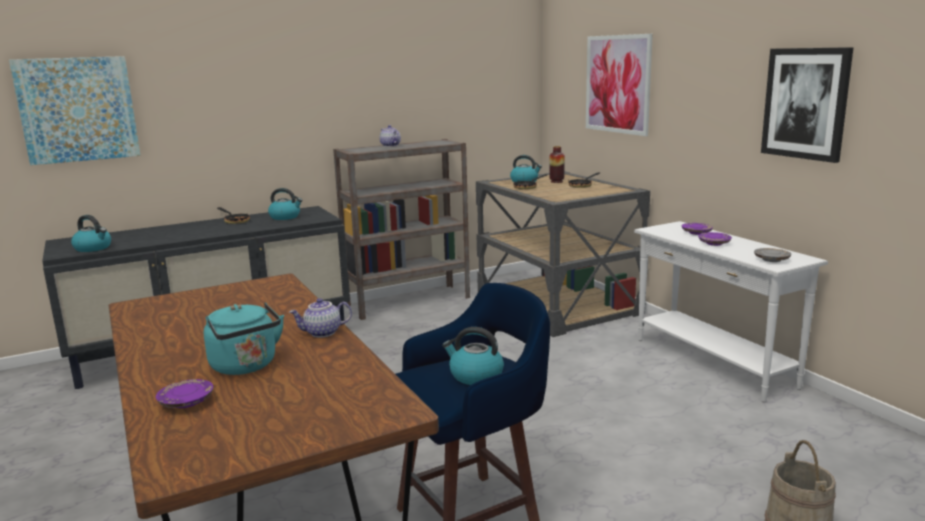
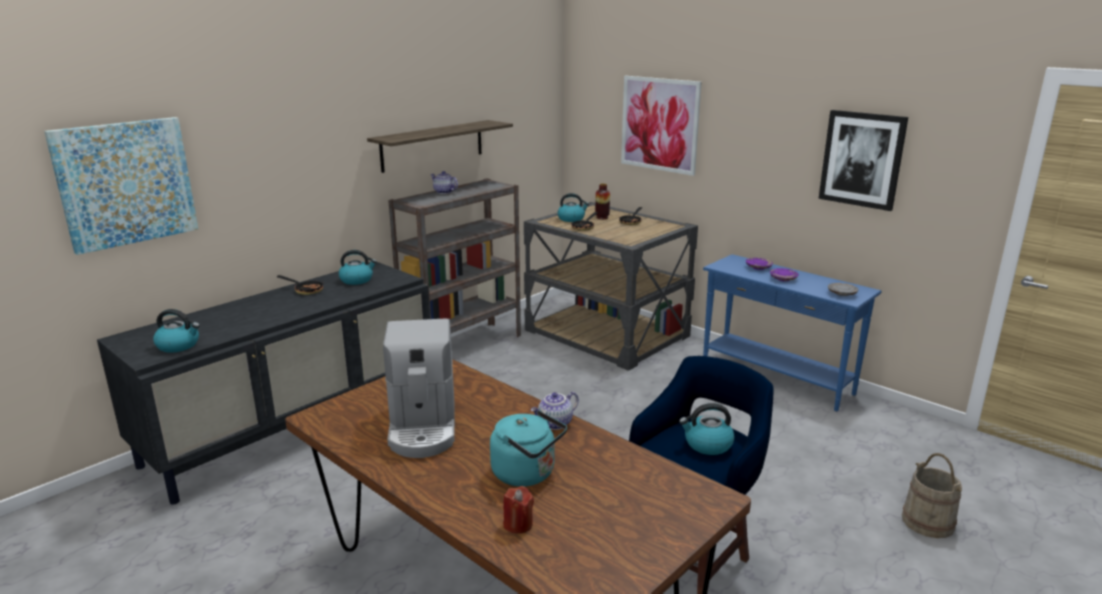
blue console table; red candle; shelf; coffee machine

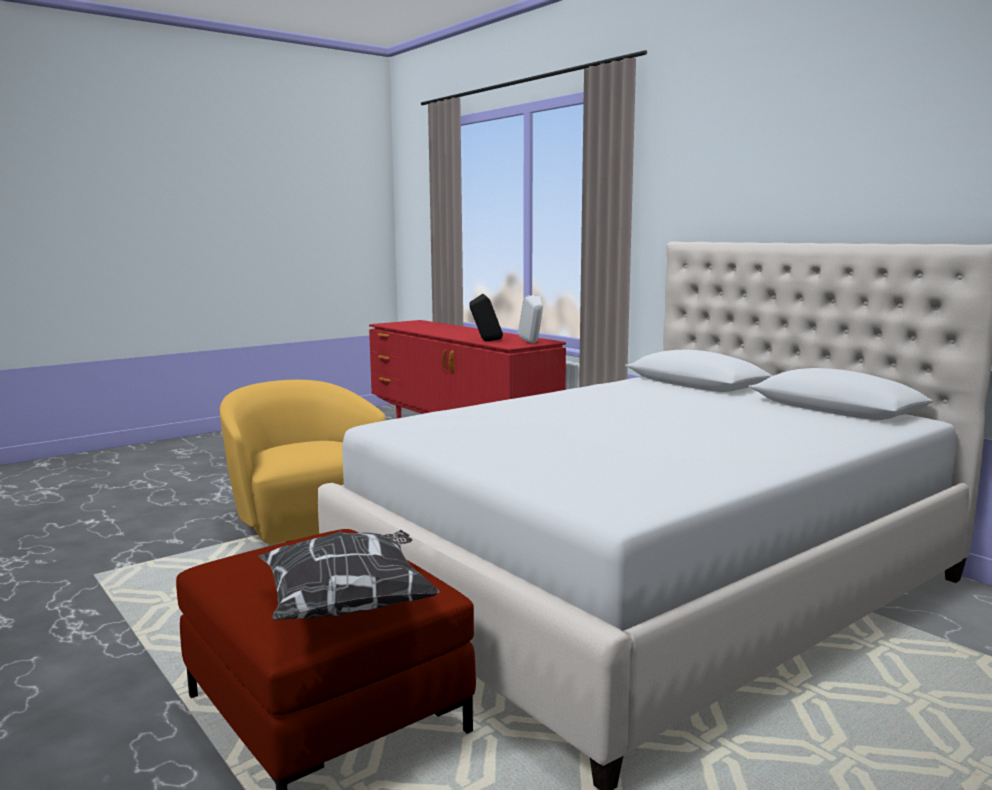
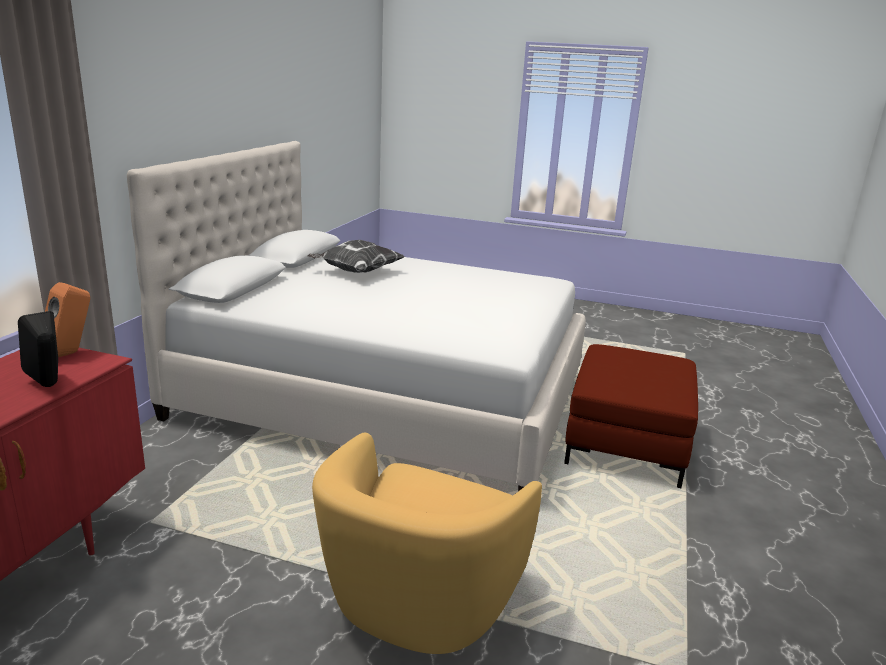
orange speaker; pillow

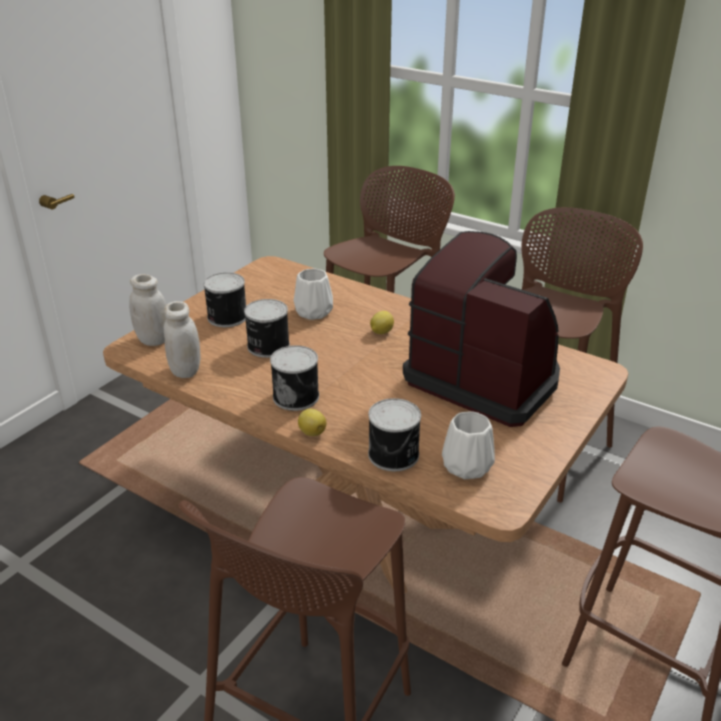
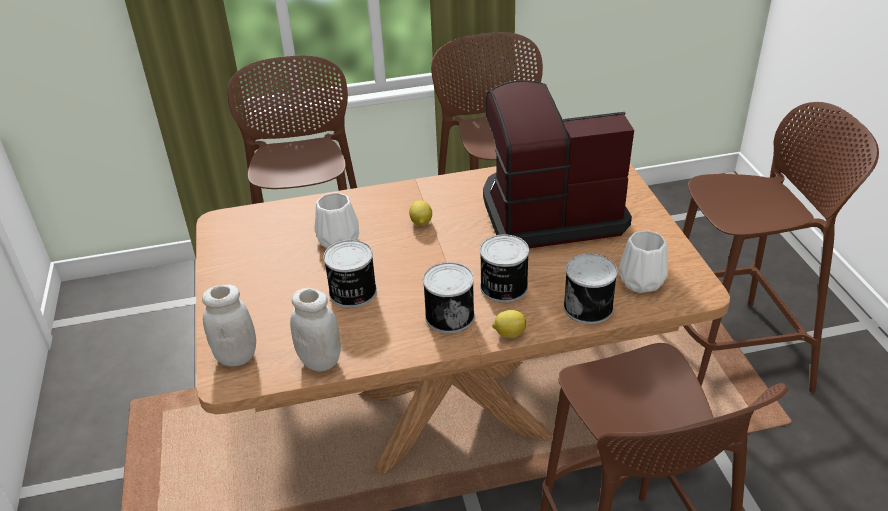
can (no. 3 from left)

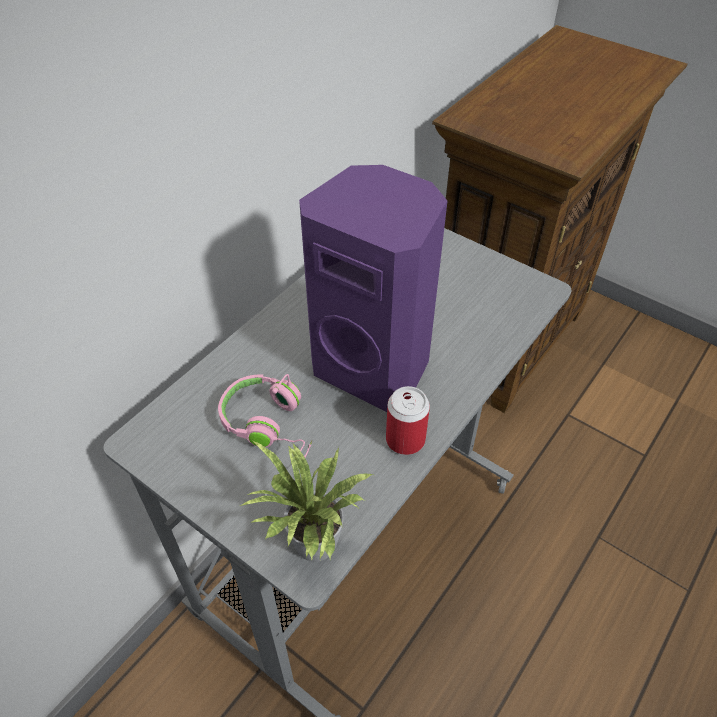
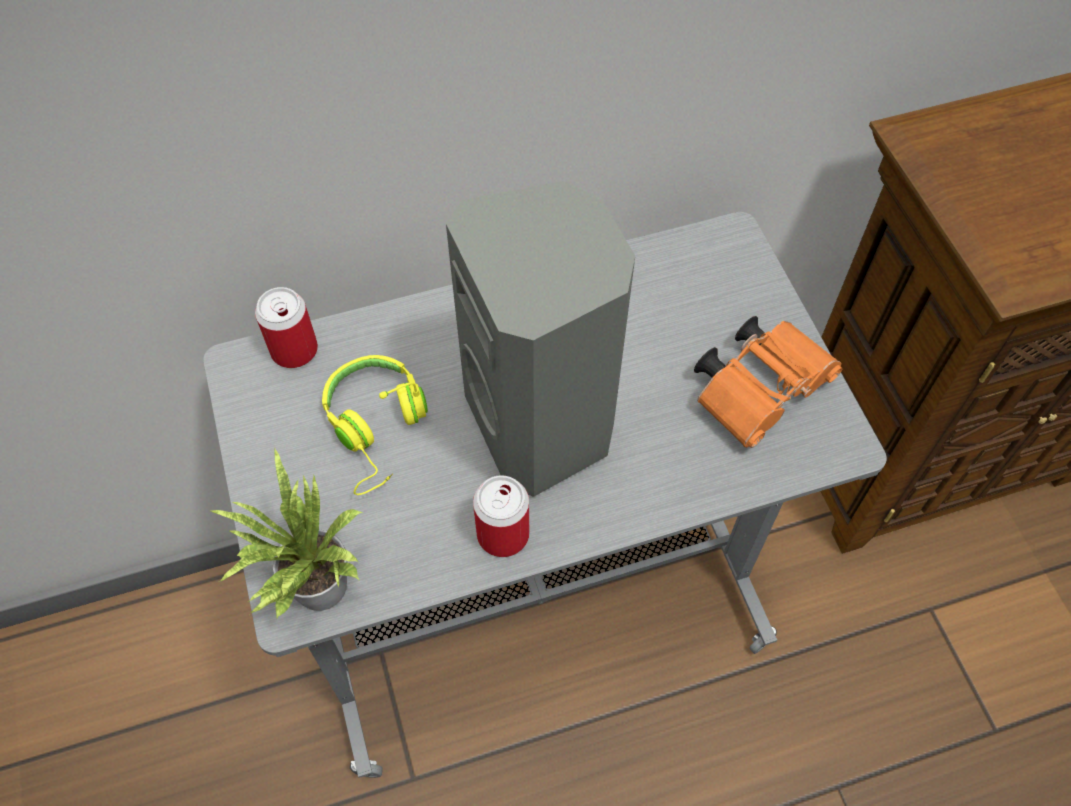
grey speaker; yellow headphones; can (no. 1 from left); orange binoculars

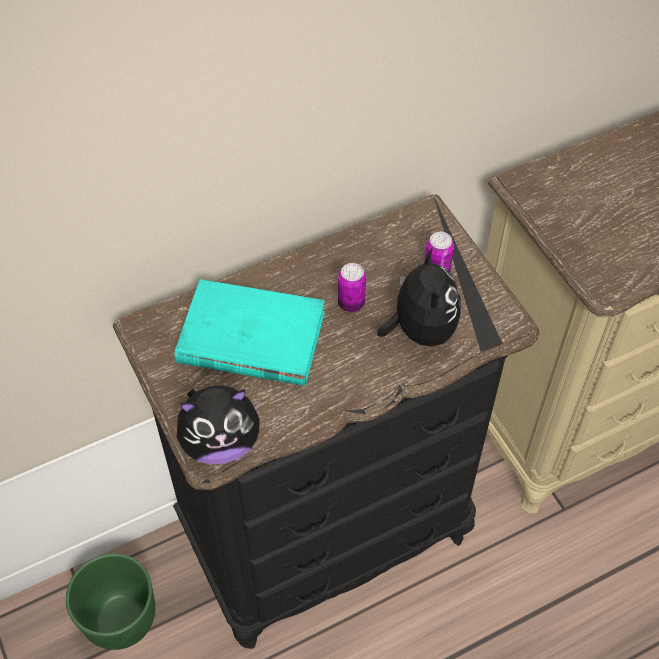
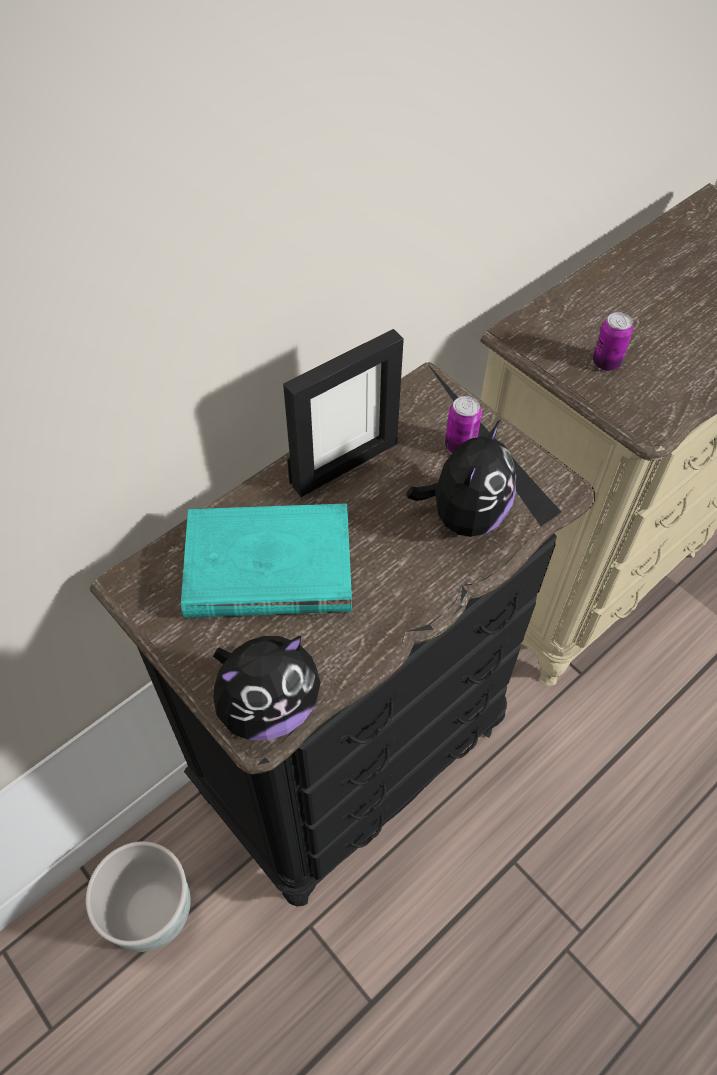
plush toy (no. 2 from left); can (no. 2 from left); grey planter; picture frame

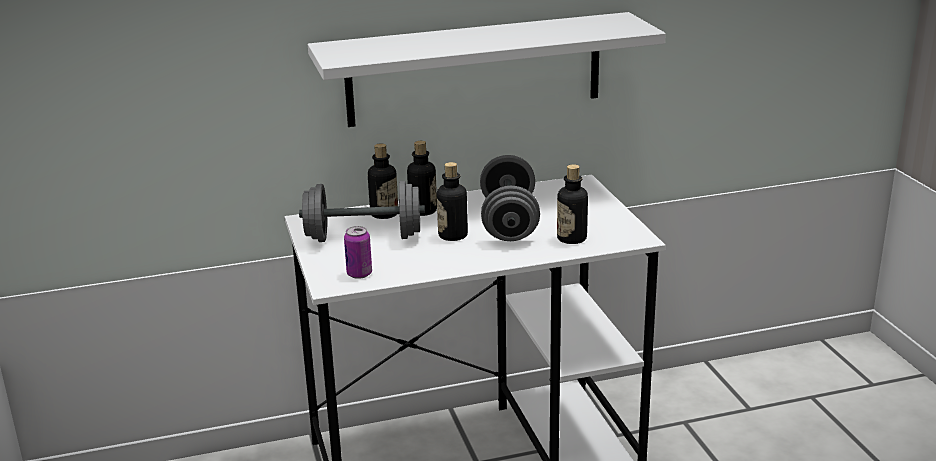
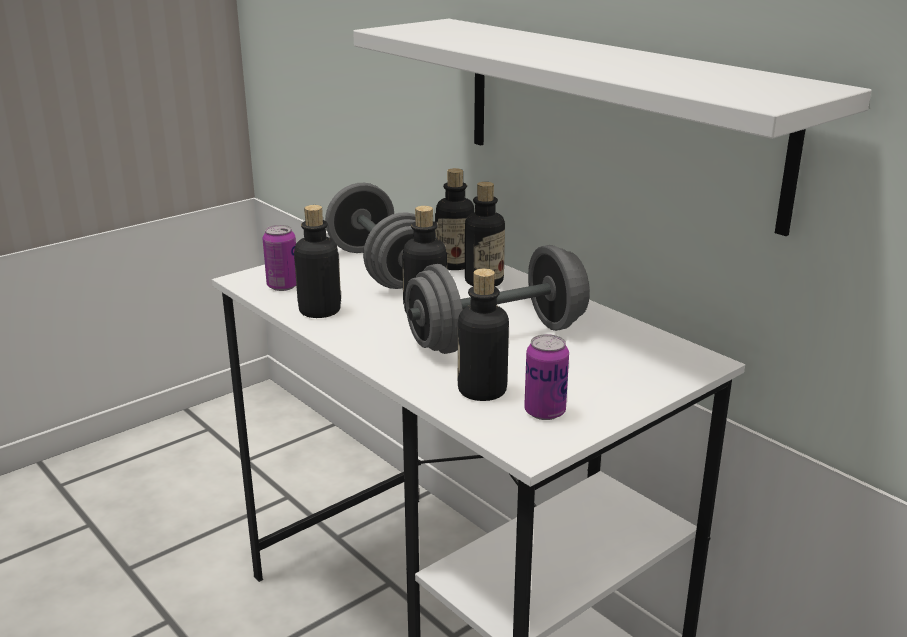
bottle (no. 1 from left); can (no. 2 from left)

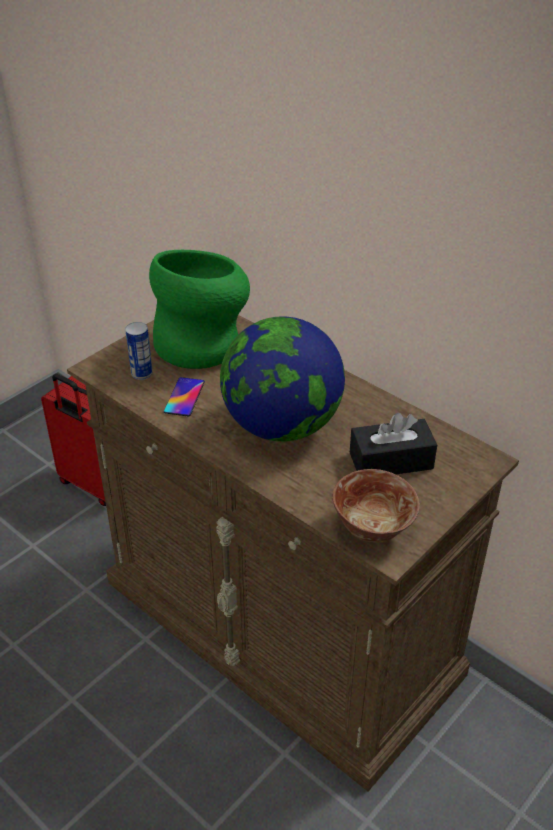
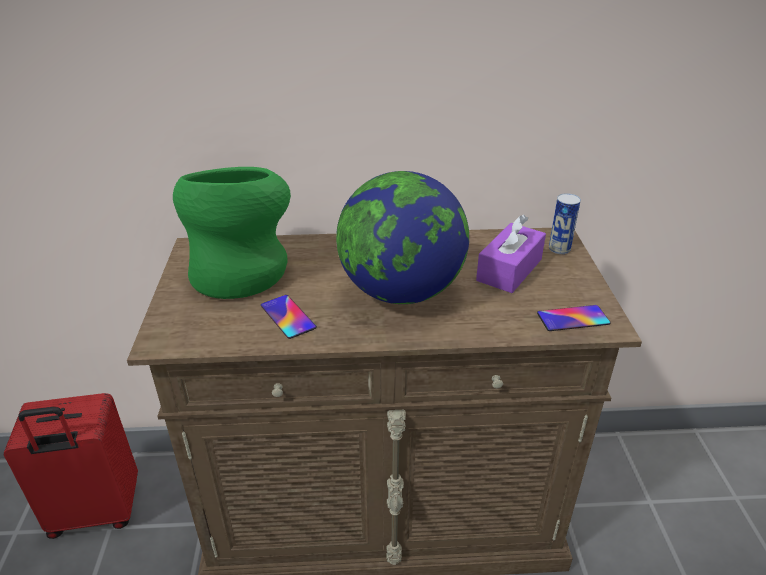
can; purple tissue box; phone (no. 2 from left)

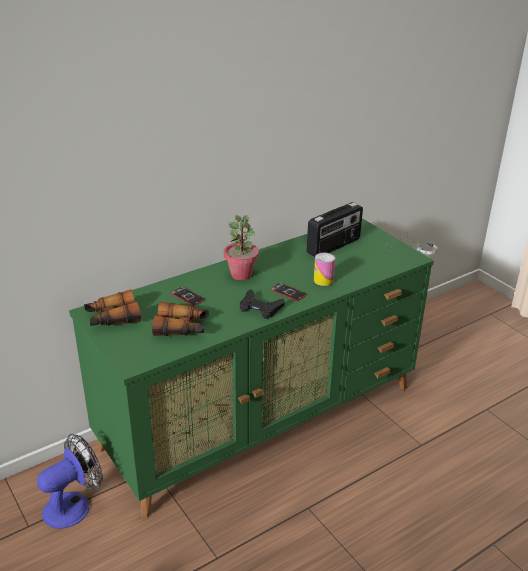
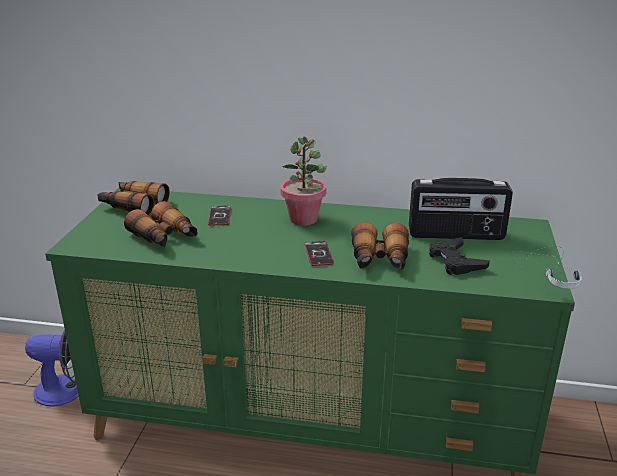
binoculars (no. 3 from left); black game controller

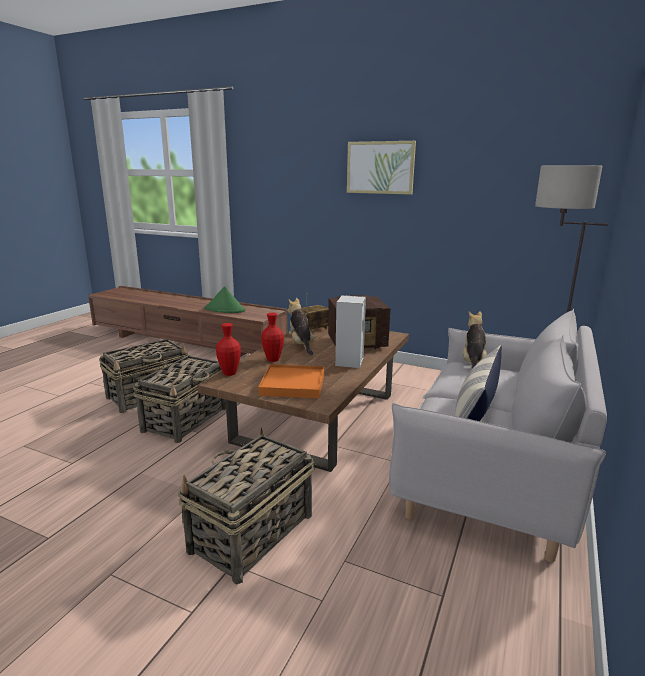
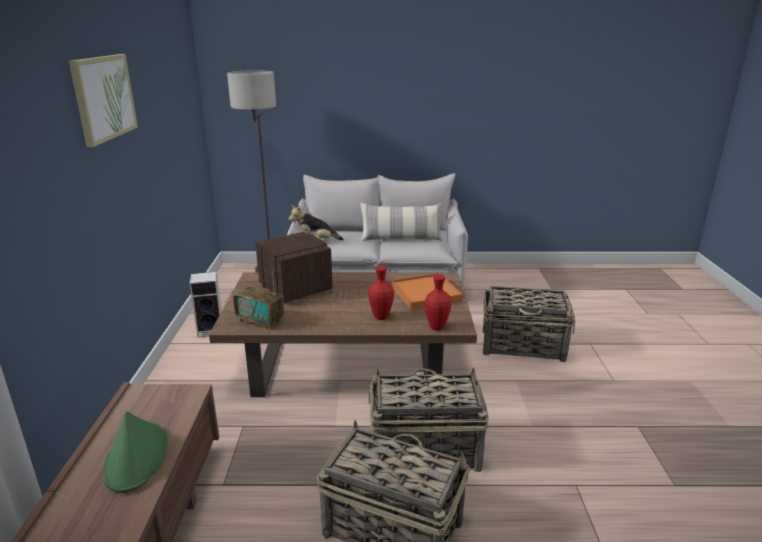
speaker; plush toy (no. 1 from left in the first image)

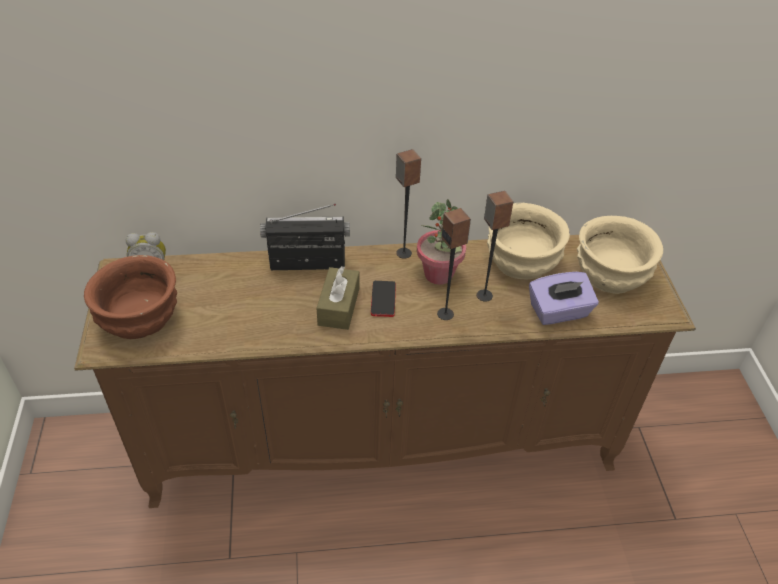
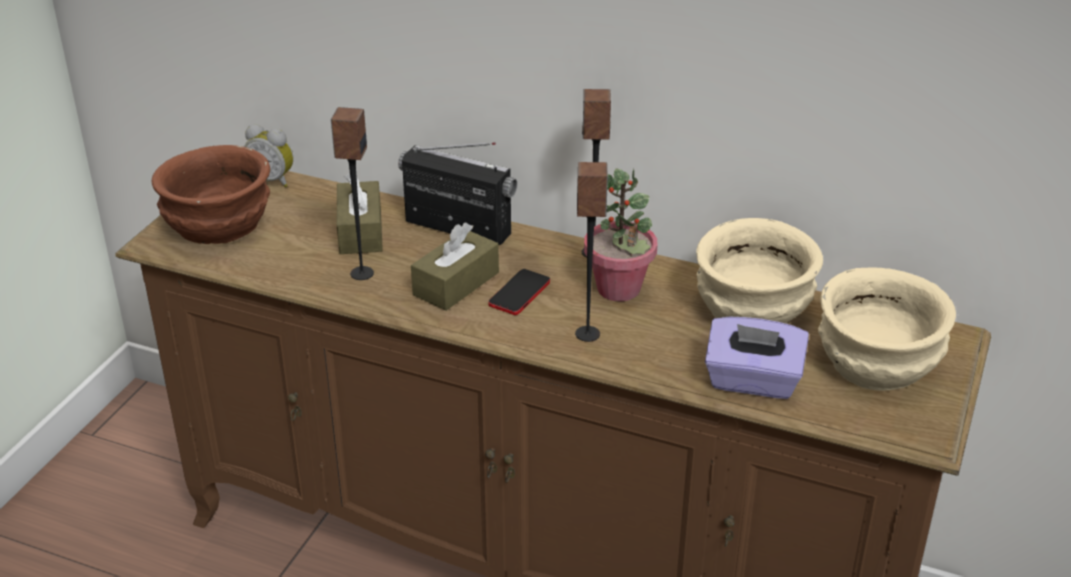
speaker (no. 1 from left); brown tissue box (no. 1 from left)

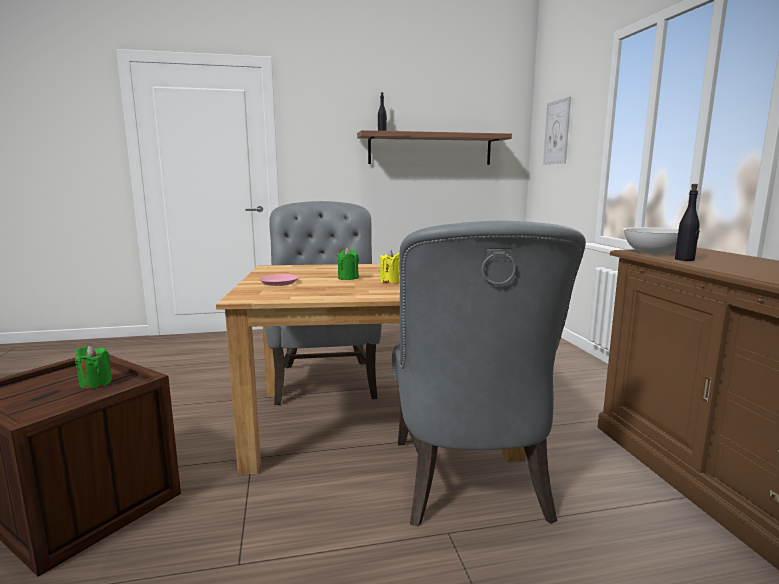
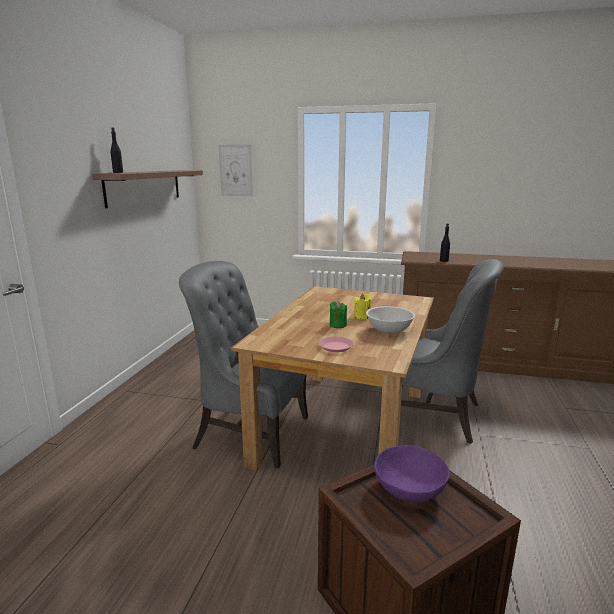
white bowl; purple bowl

